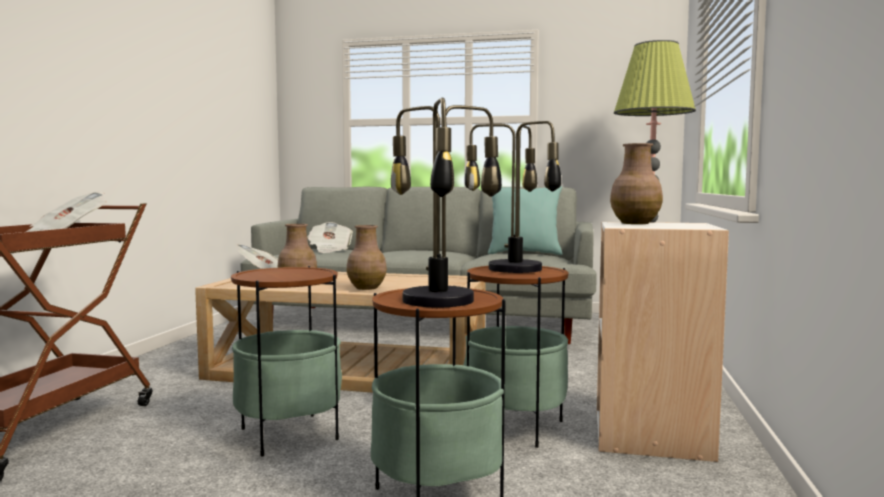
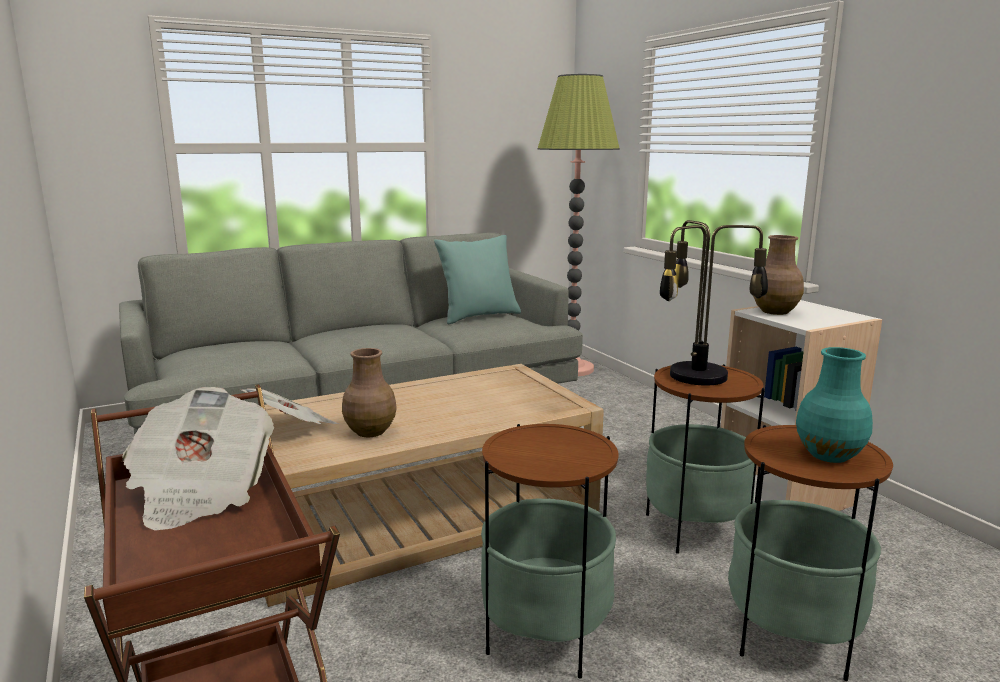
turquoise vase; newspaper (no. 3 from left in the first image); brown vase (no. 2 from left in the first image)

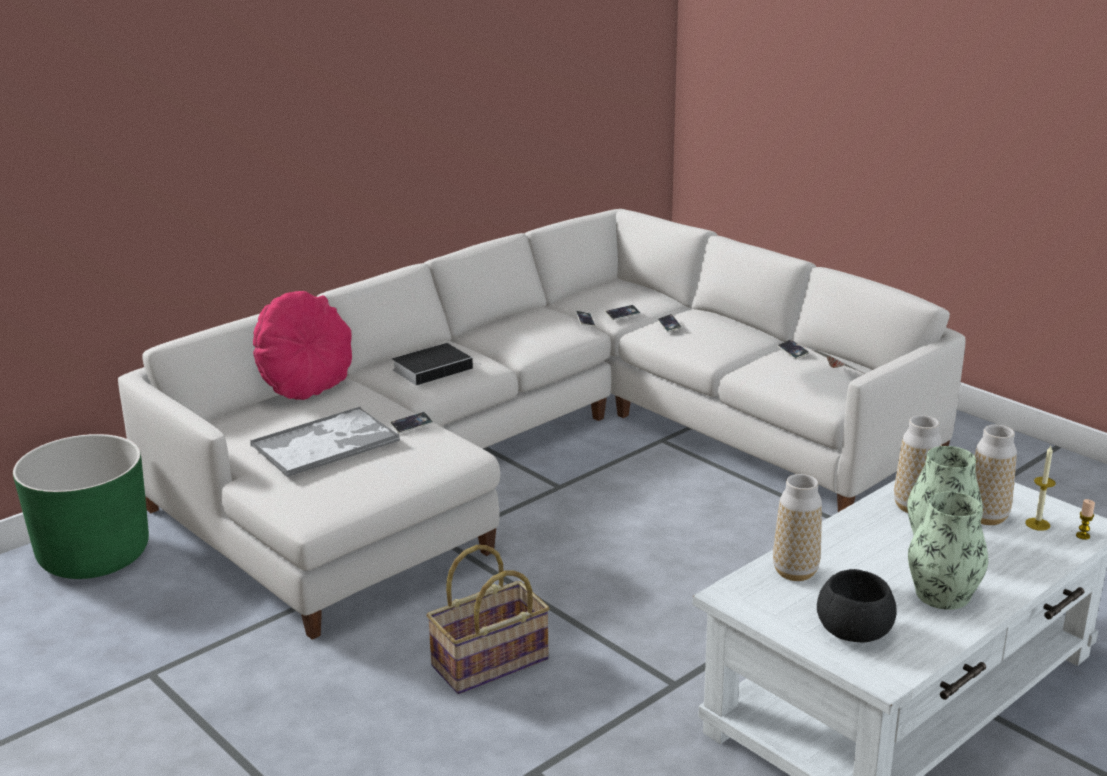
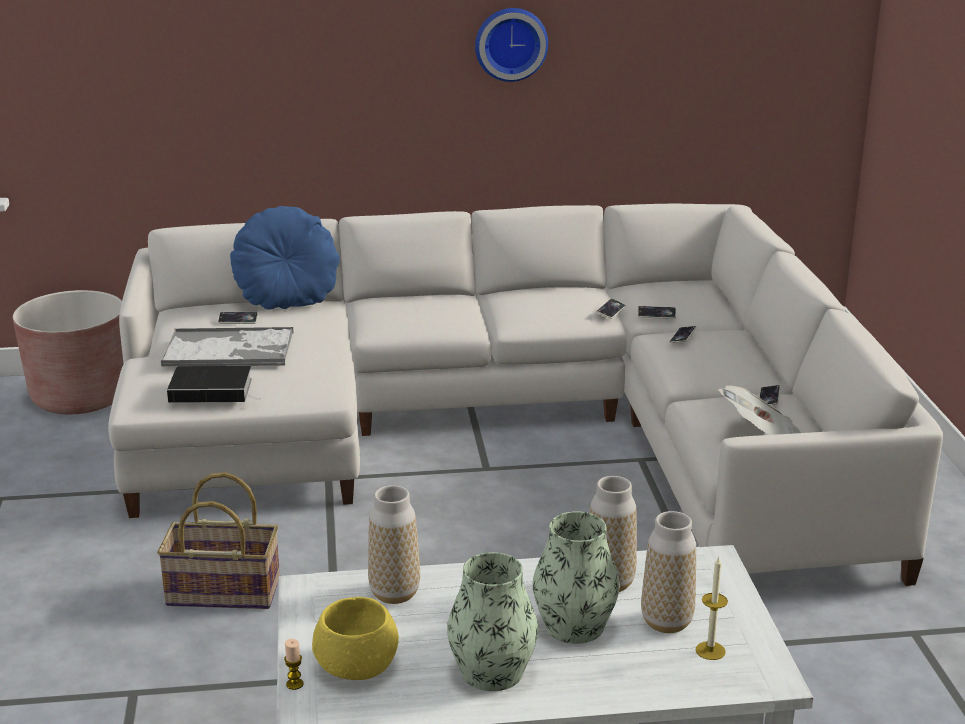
blue pillow; book; phone (no. 1 from left); brown planter; candle (no. 1 from left); yellow bowl; wall clock

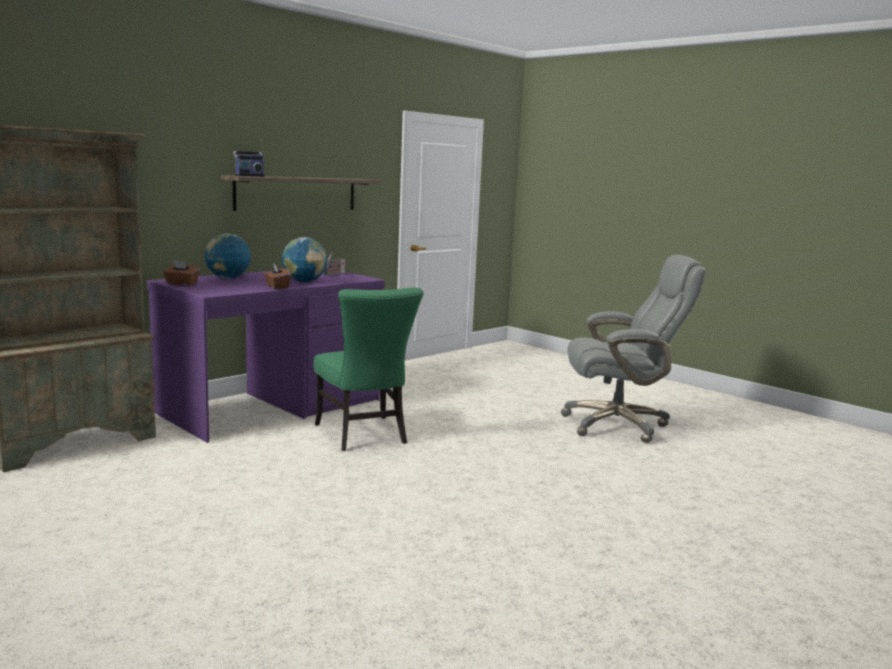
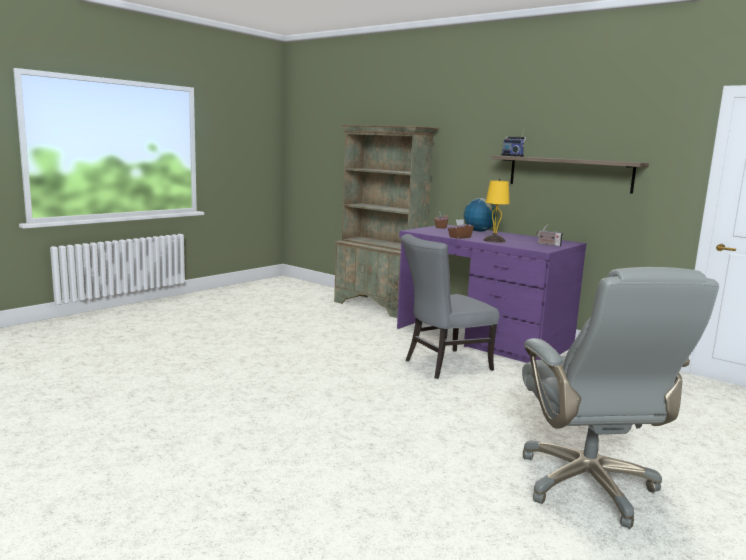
yellow table lamp; grey chair

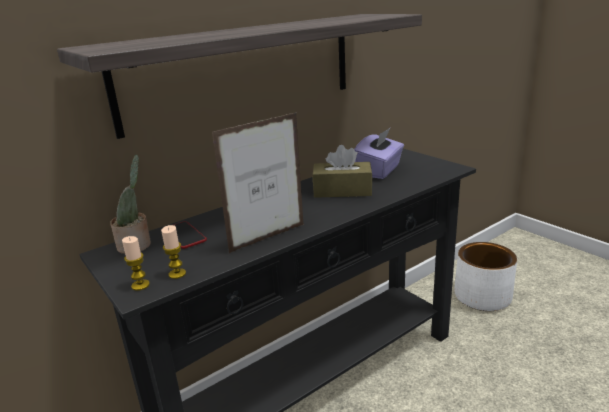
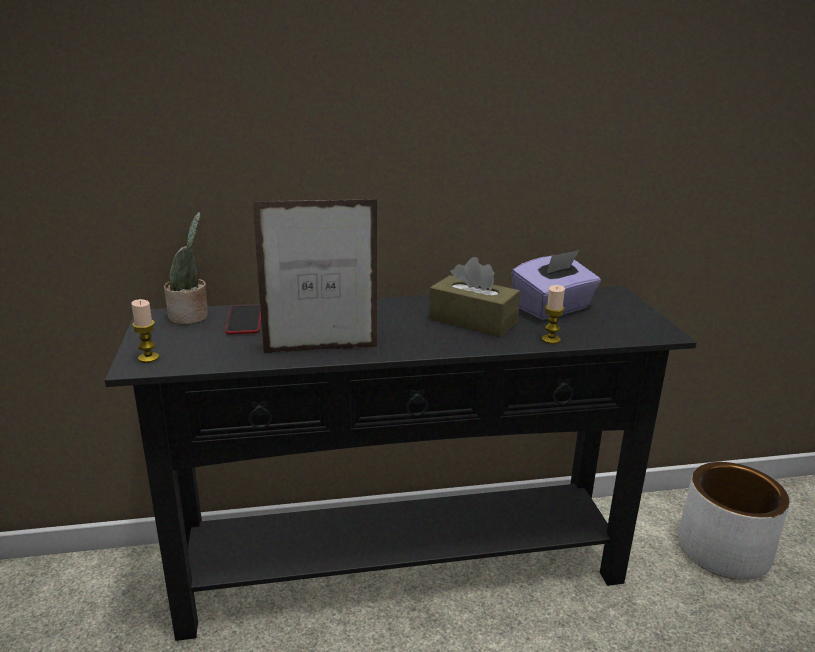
shelf; candle (no. 2 from left)

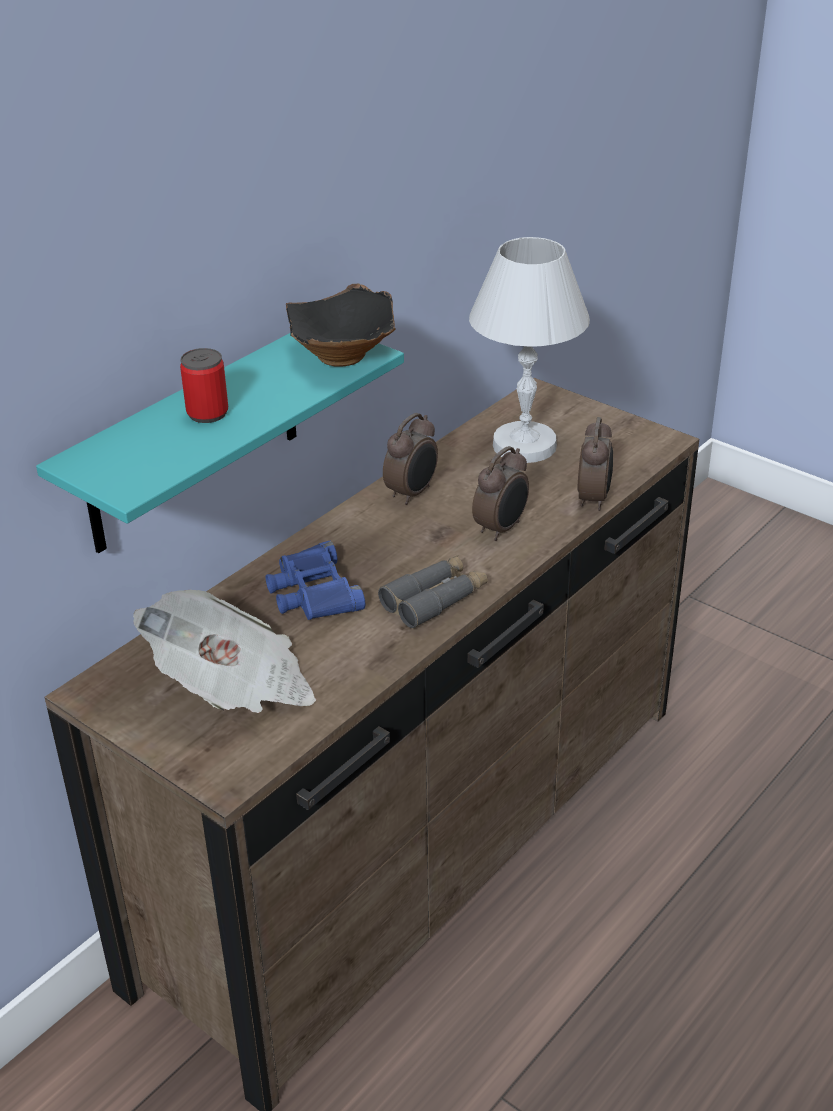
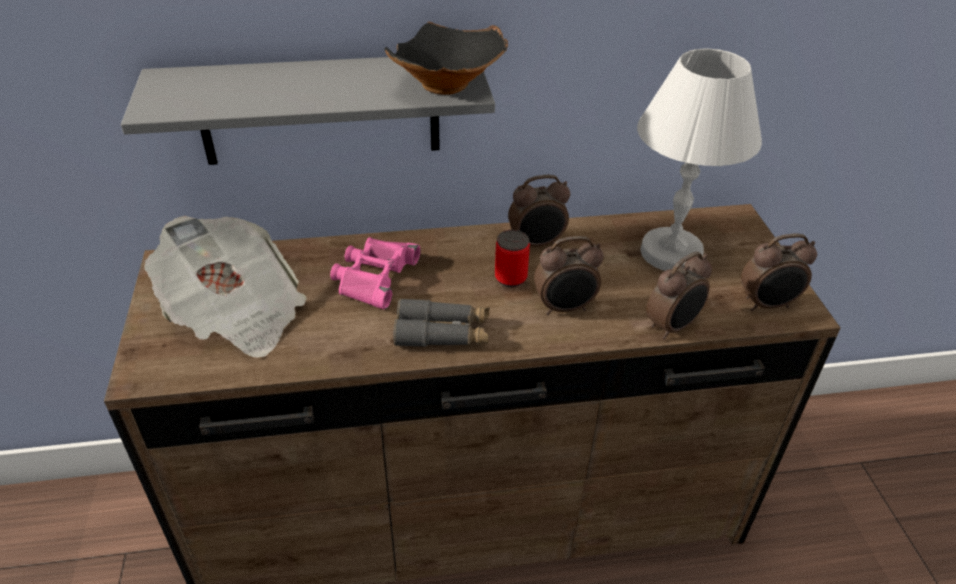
grey shelf; can; pink binoculars; alarm clock (no. 4 from left)

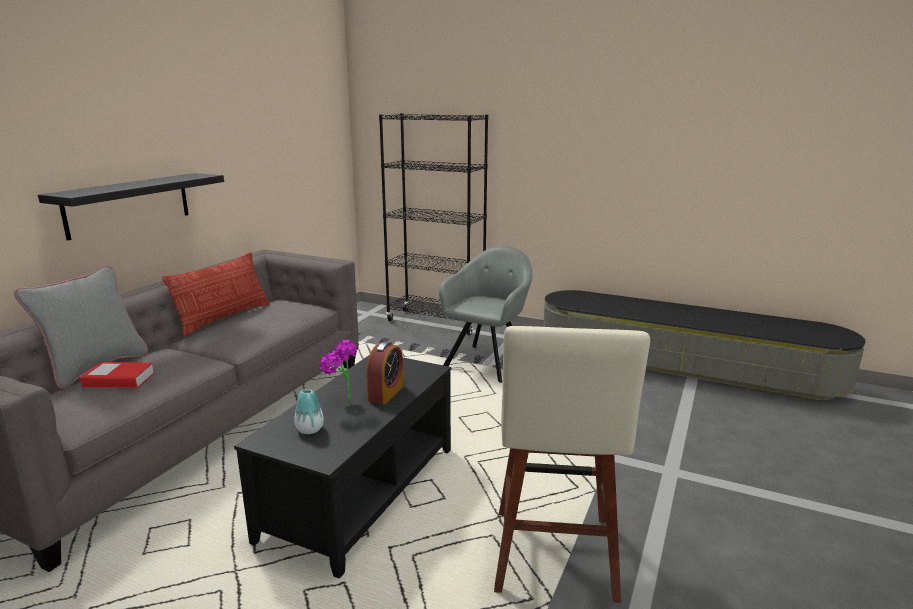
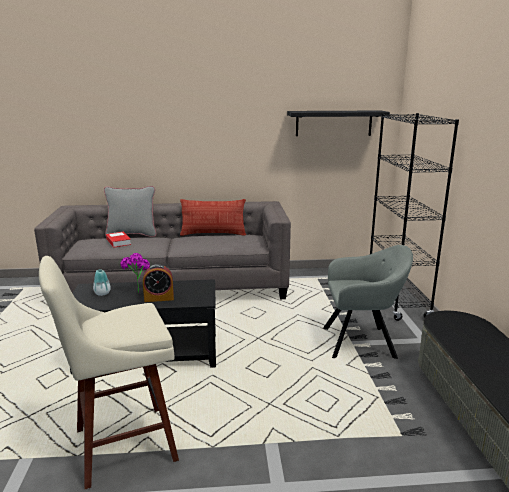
black shelf

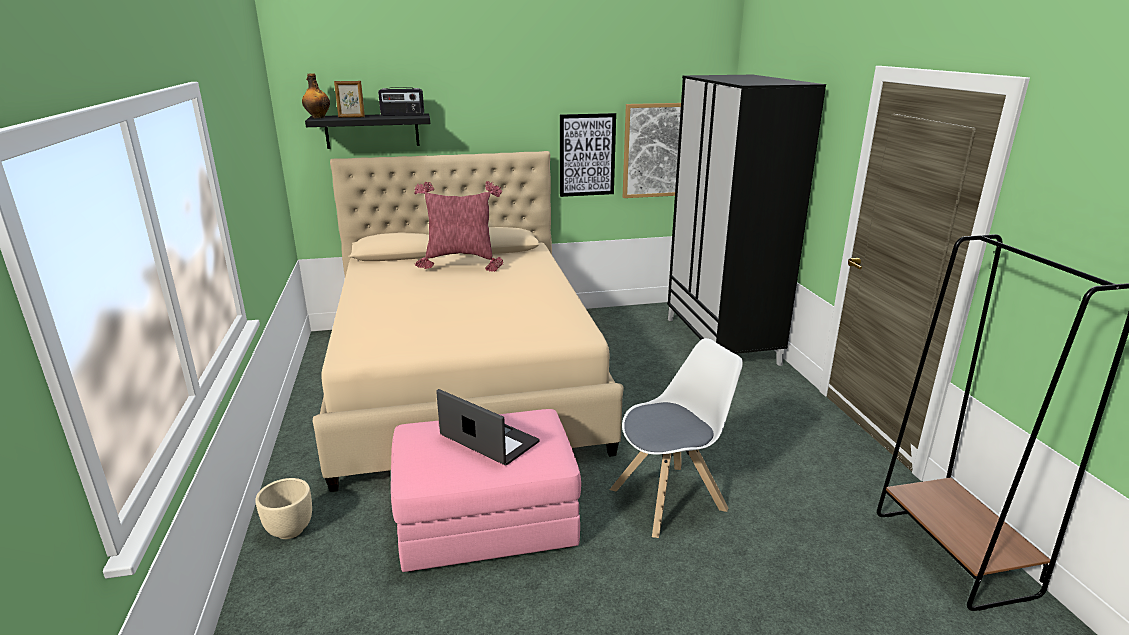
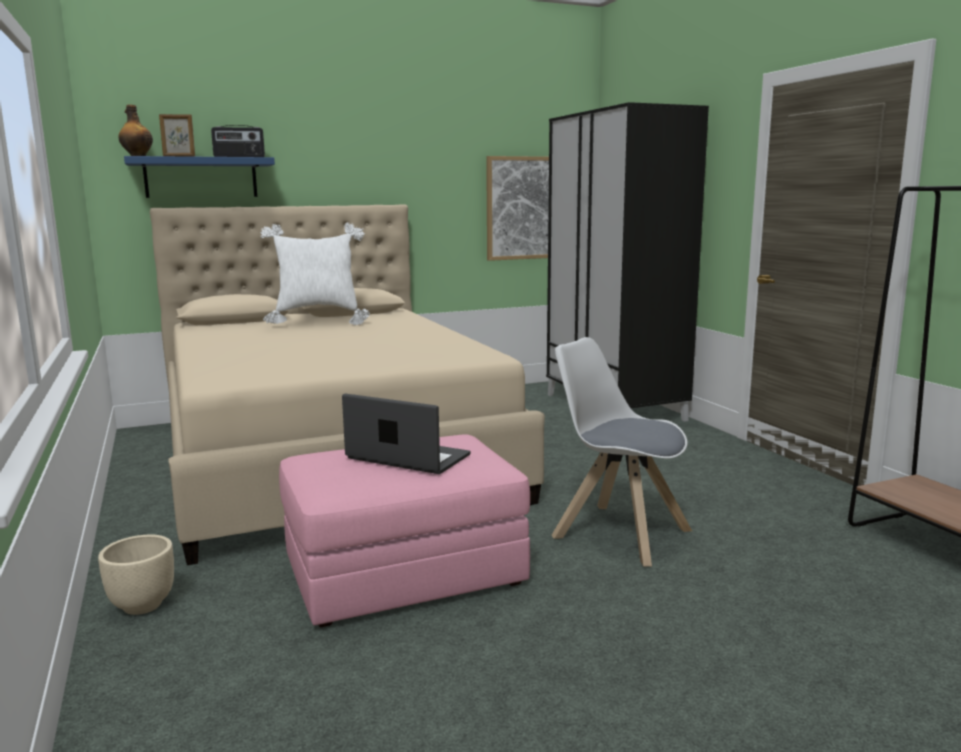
blue shelf; picture (no. 1 from left in the first image); white pillow; chair

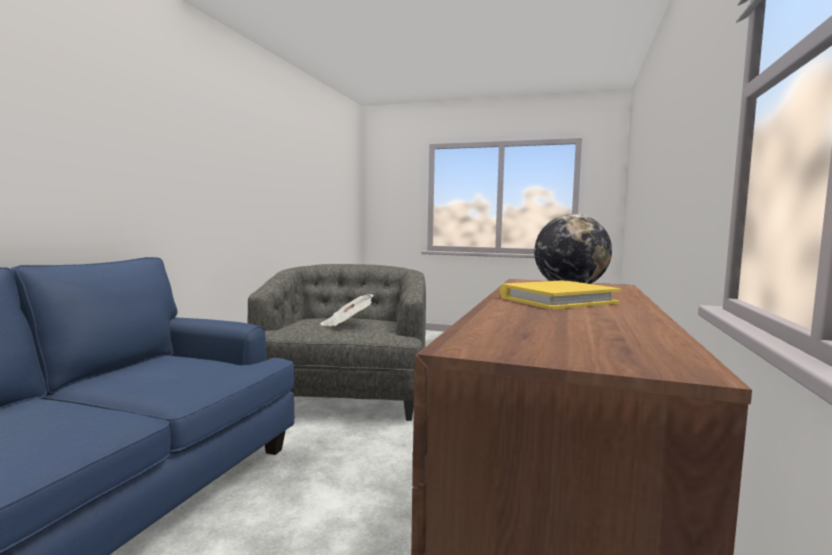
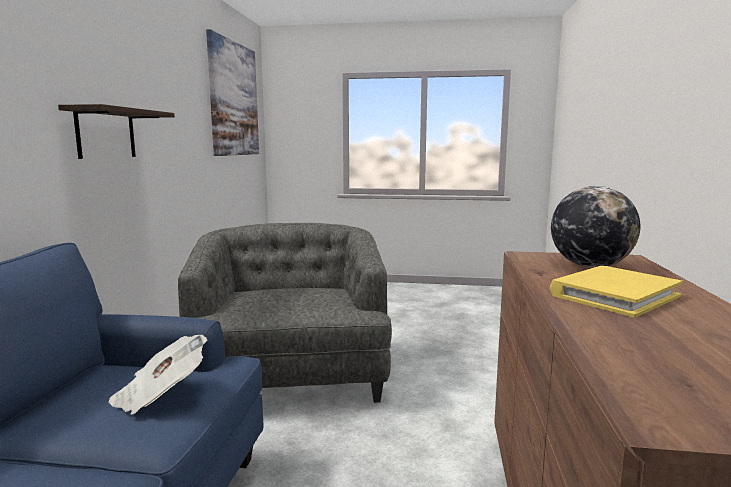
newspaper; picture; shelf

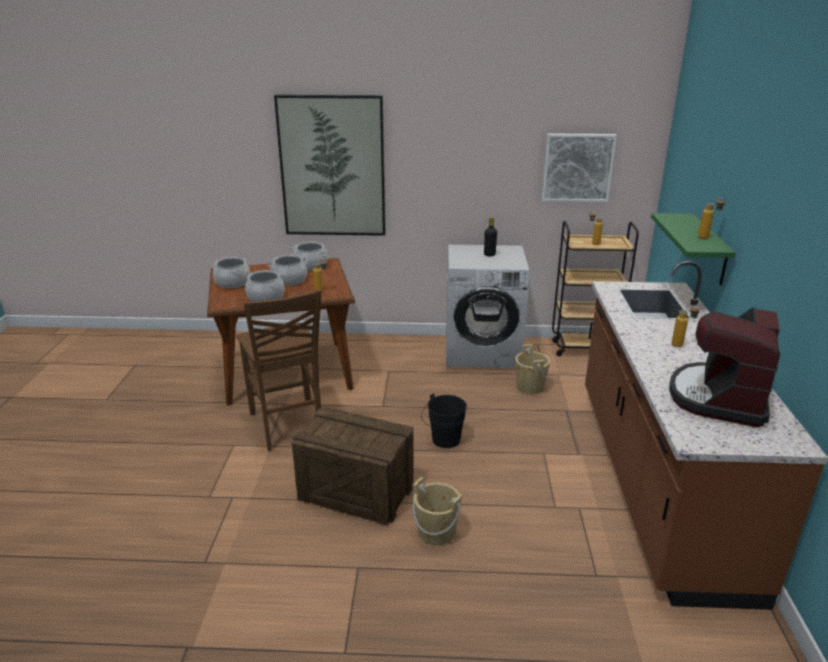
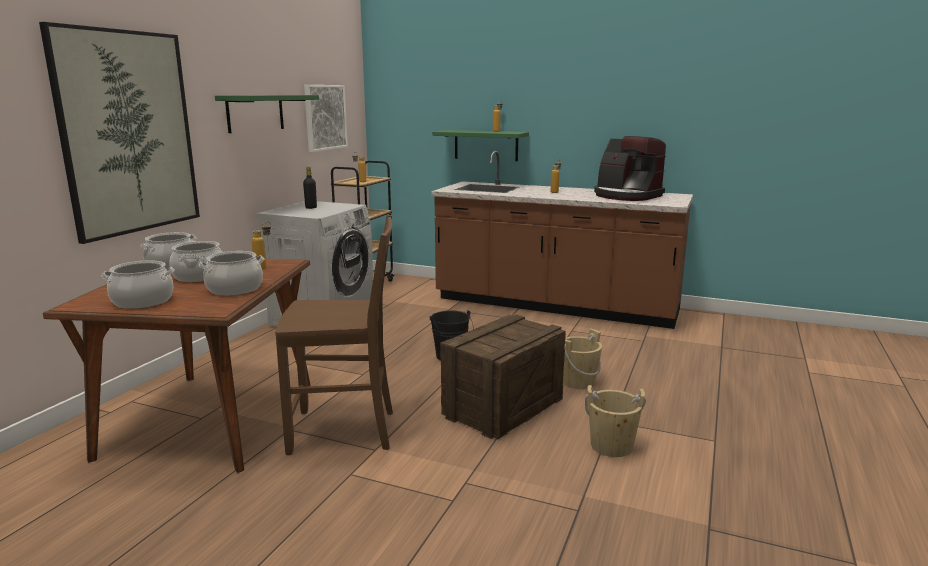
beige bucket (no. 2 from left); green shelf (no. 1 from left)

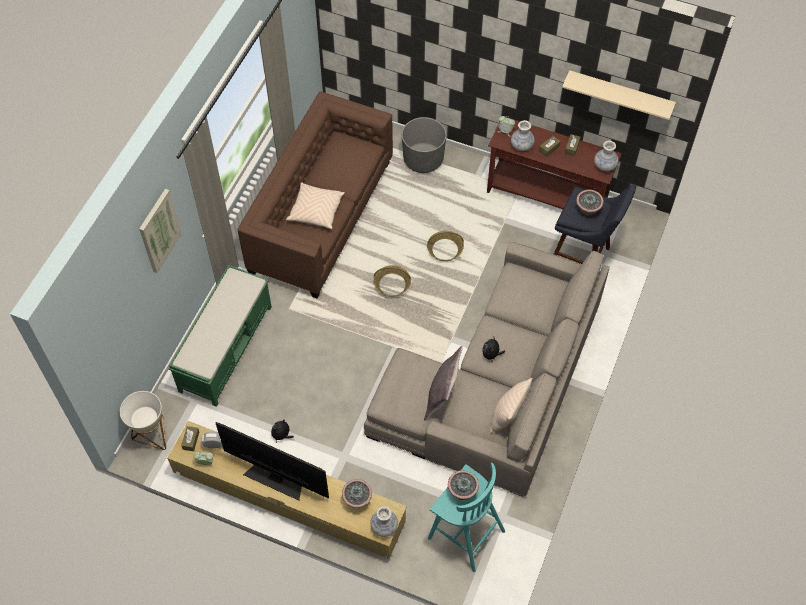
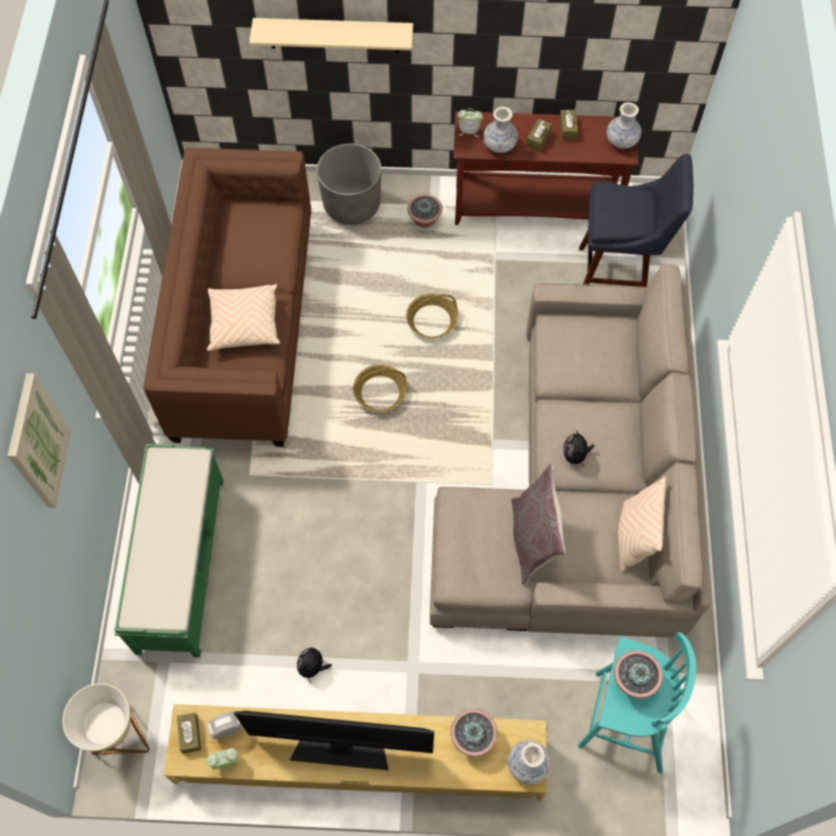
beige shelf; potted plant (no. 1 from left)

